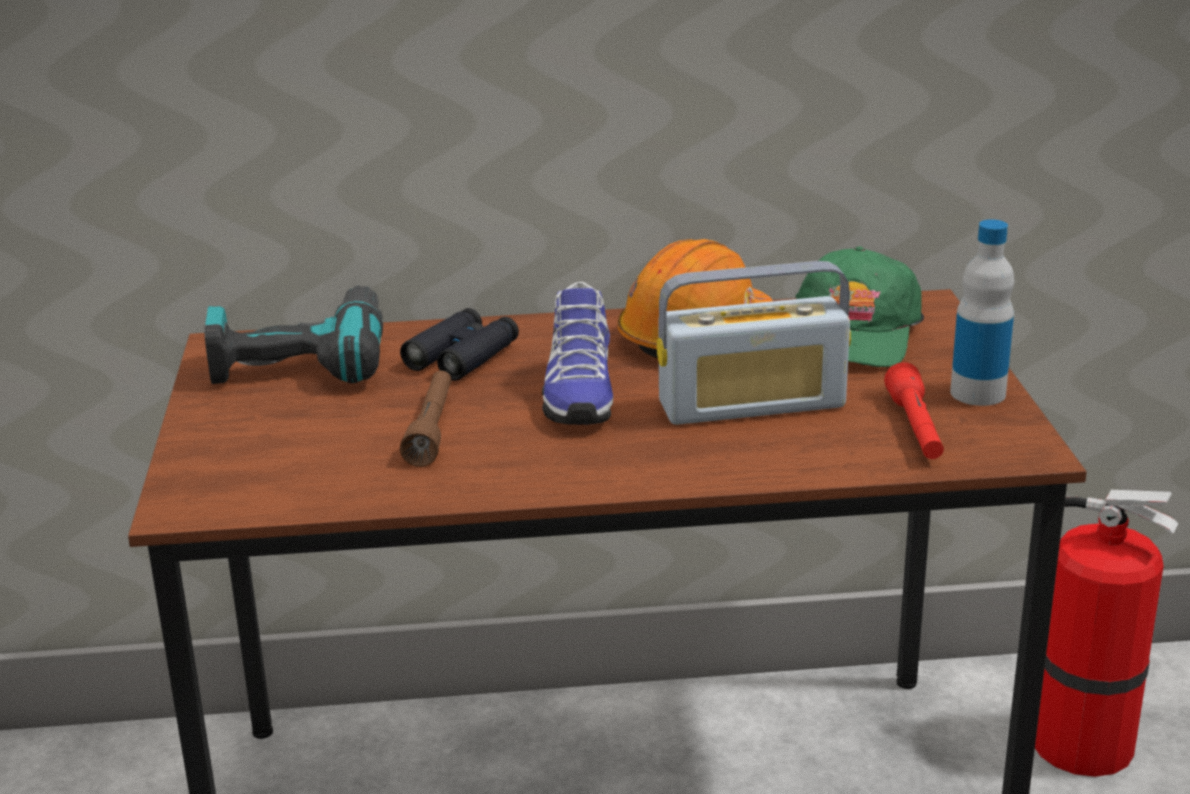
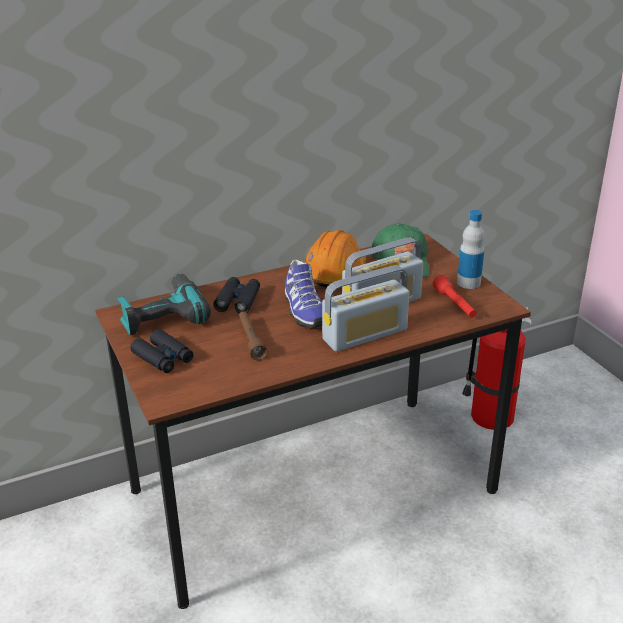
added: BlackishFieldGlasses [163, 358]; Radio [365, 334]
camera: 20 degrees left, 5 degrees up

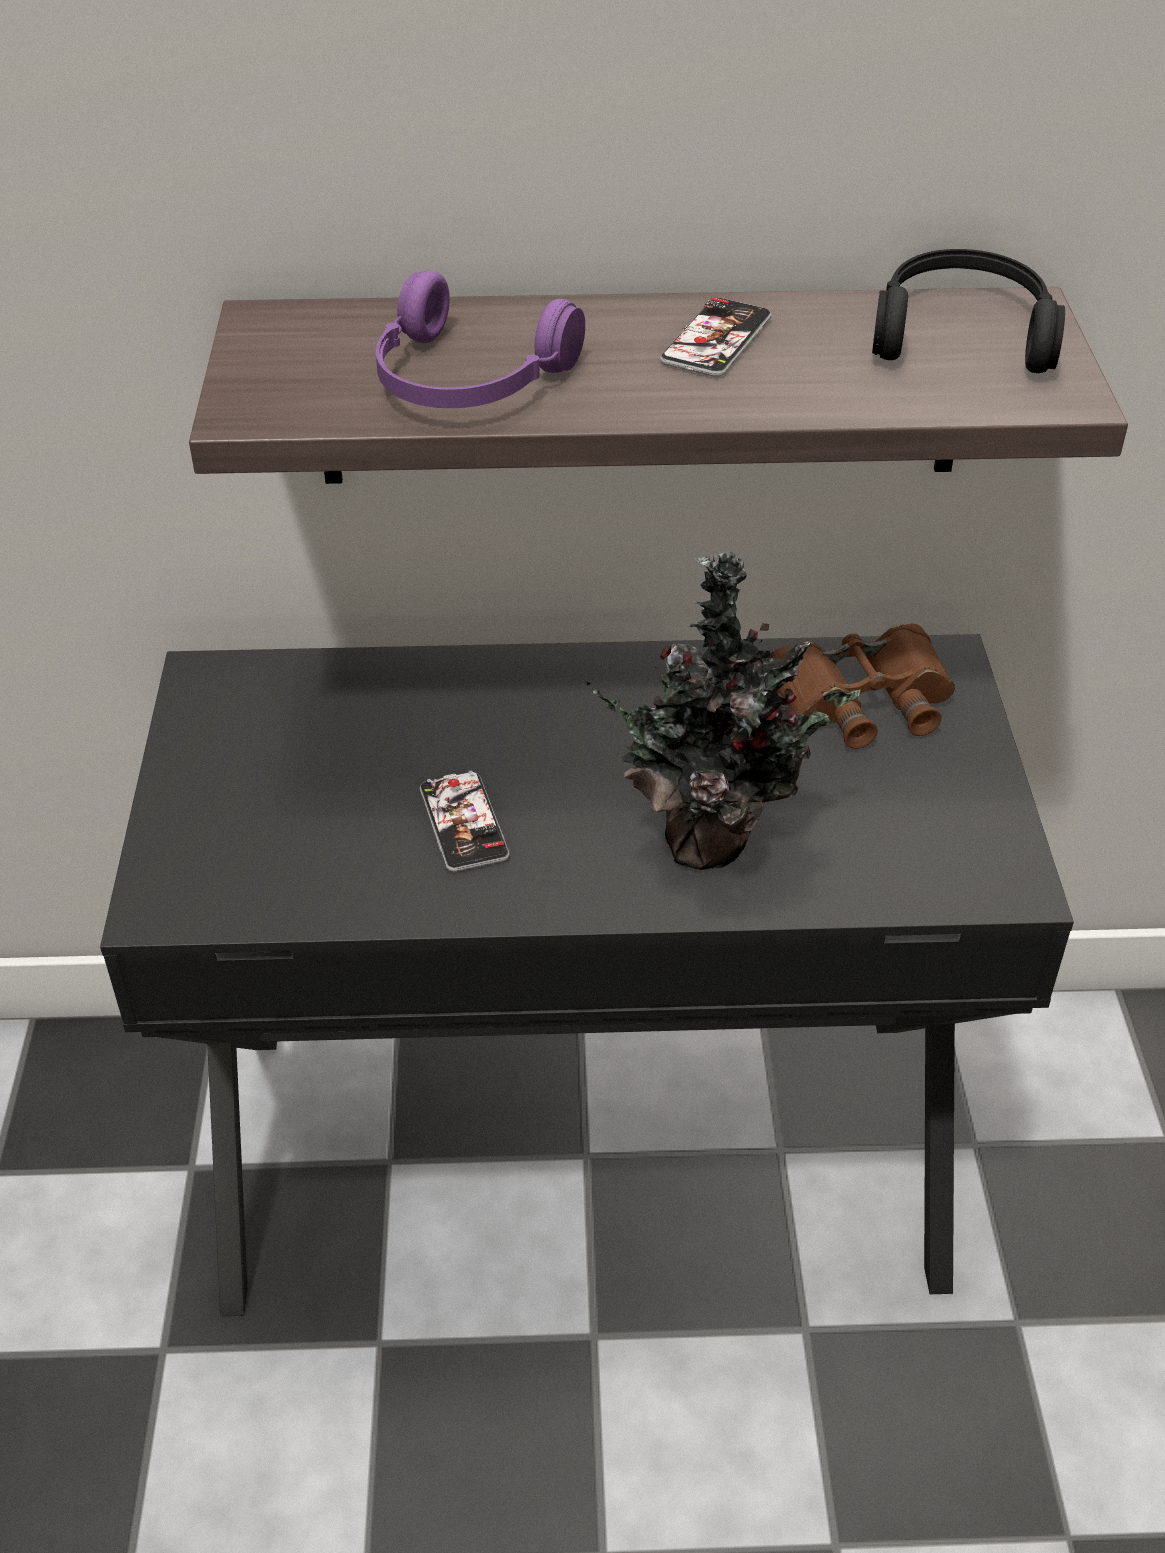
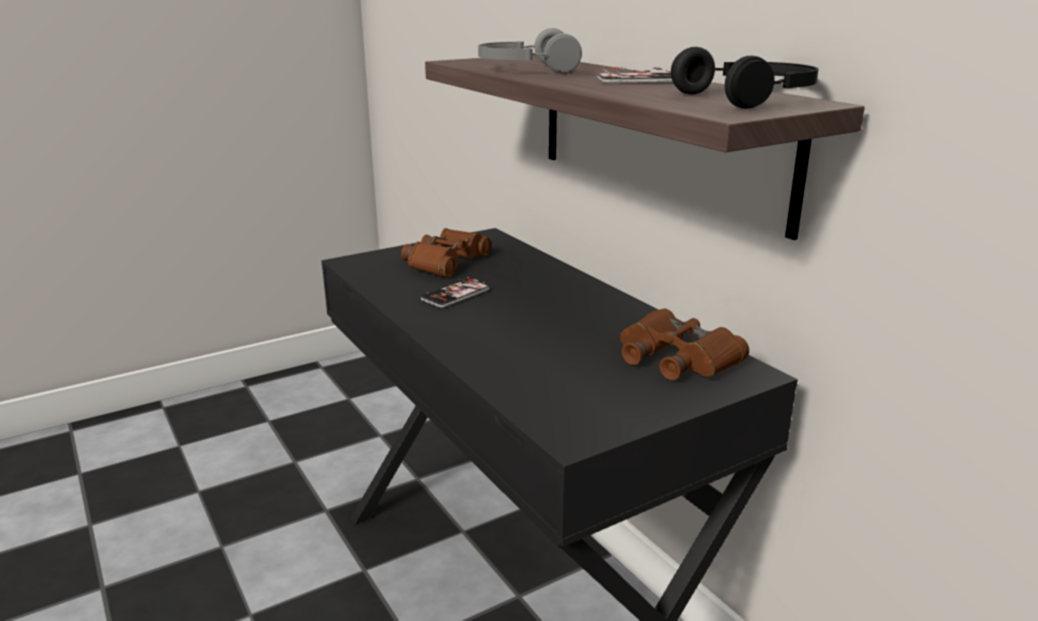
removed: Houseplant [712, 839]
added: BrownishFieldGlasses [445, 262]
recoloured: PurplishHeadset [465, 381] to GrayHeadset [527, 69]
camera: 60 degrees right, 20 degrees down

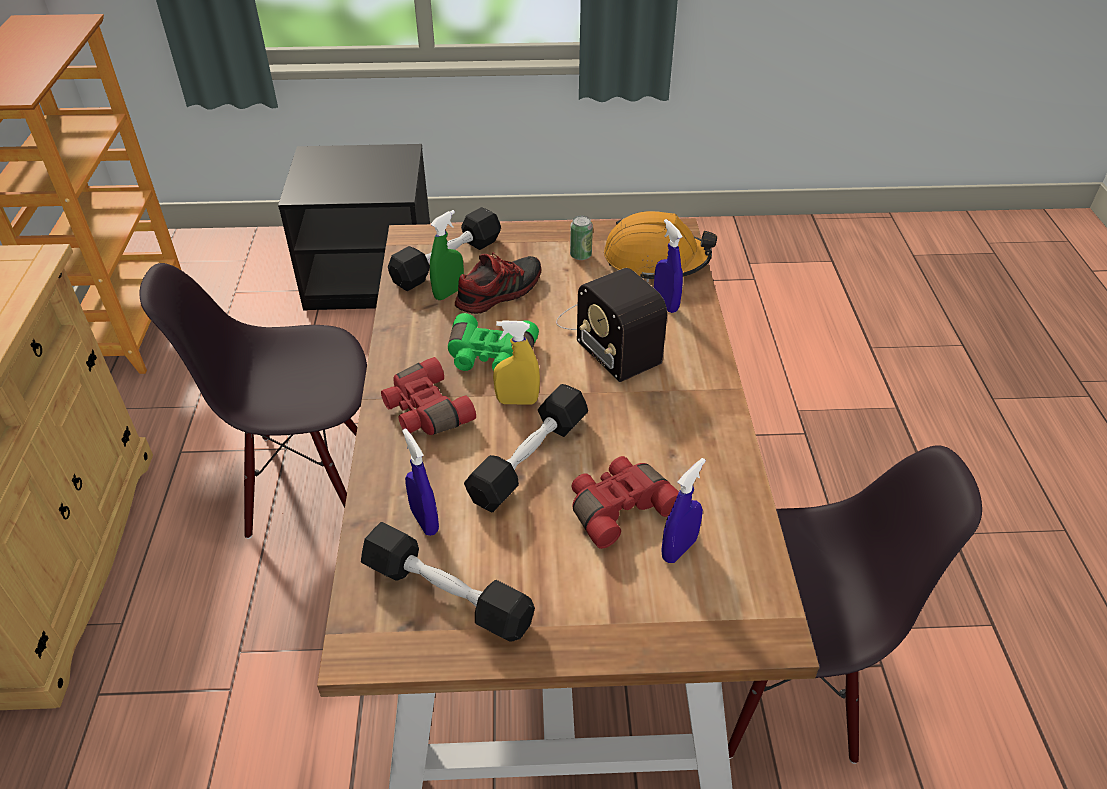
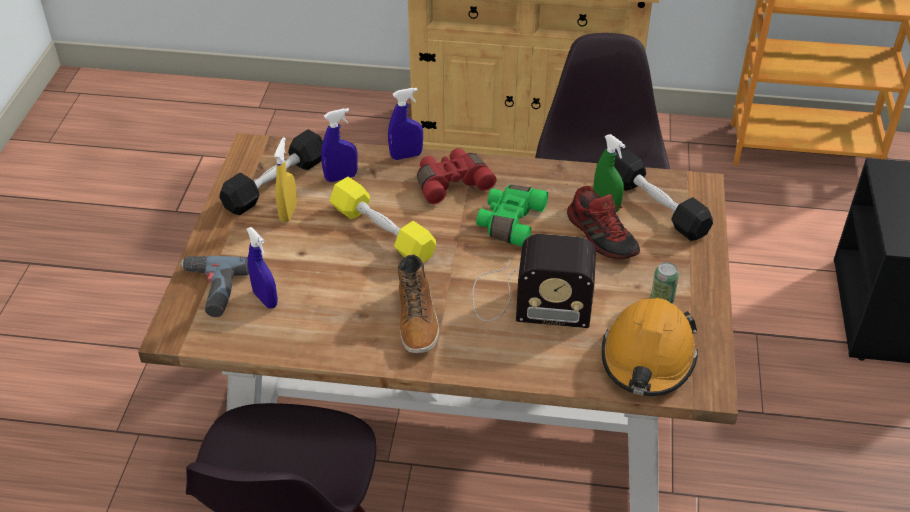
removed: RedFieldGlasses [618, 507]
added: PowerDrill [210, 290]; Boot [417, 320]
moved: YellowHandSprayer [517, 401] to [288, 213]; BluishHandSprayer [665, 304] to [406, 156]
recoloured: BlackishDumbbell [529, 459] to YellowDumbbell [382, 232]
turned: Radio [607, 334] = [527, 300] 150 degrees counterclockwise
camera: 100 degrees right, 0 degrees up

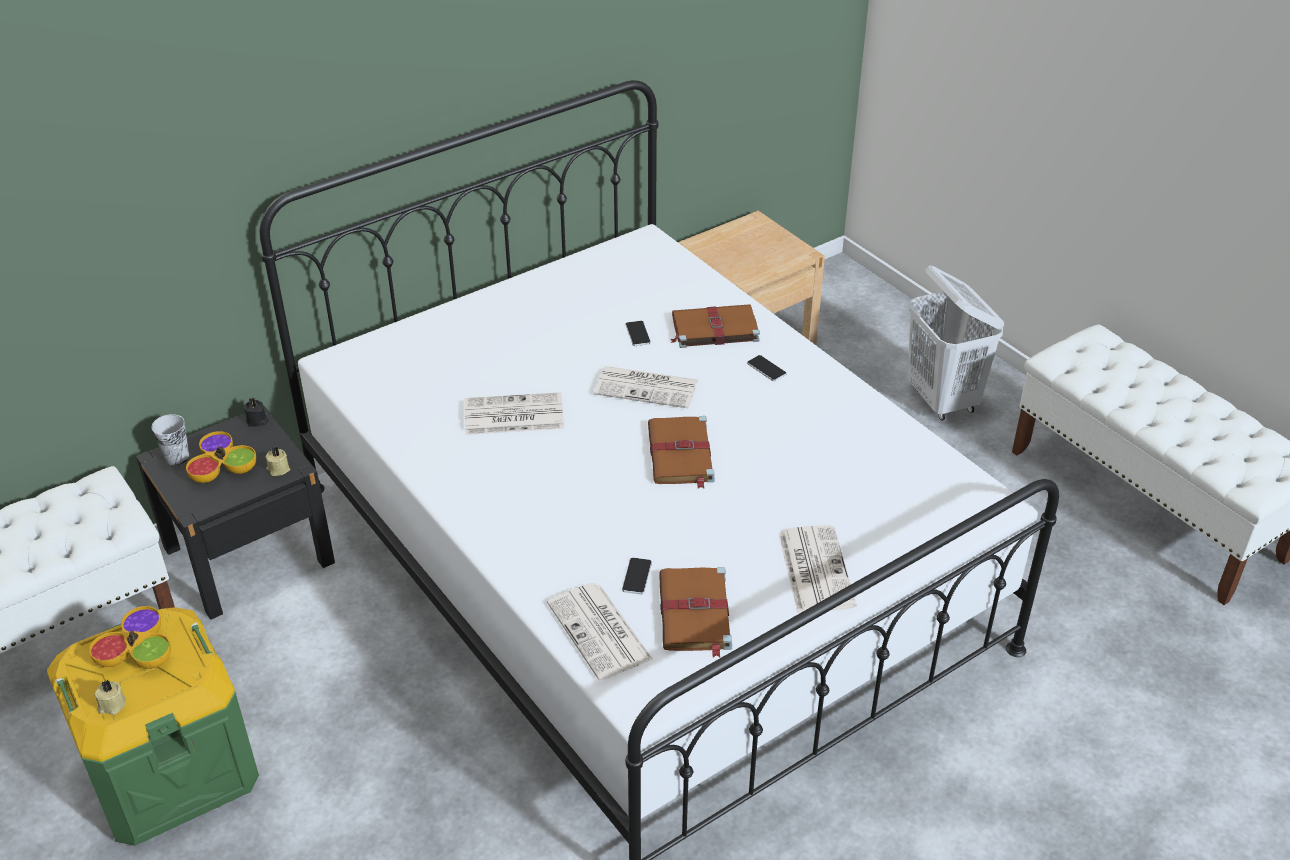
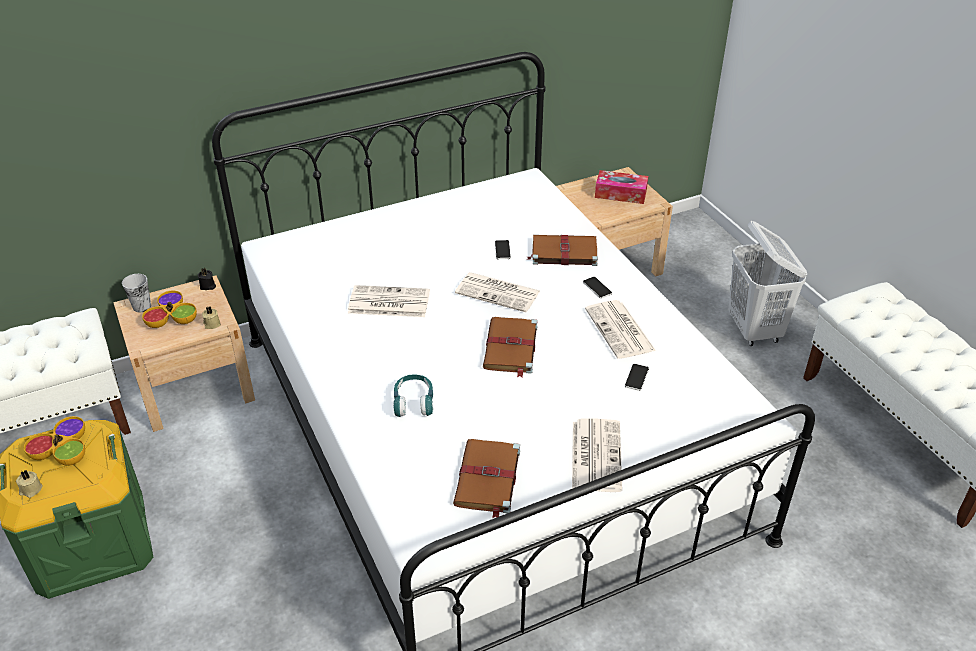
added: TurquoiseHeadset [414, 402]; TissueBox [620, 194]
moved: PrintedPaper [601, 632] to [620, 330]; Handset [637, 576] to [636, 377]
recoloured: BlackishNightTable [249, 555] to SandColouredNightTable [194, 386]
camera: 10 degrees right, 0 degrees up

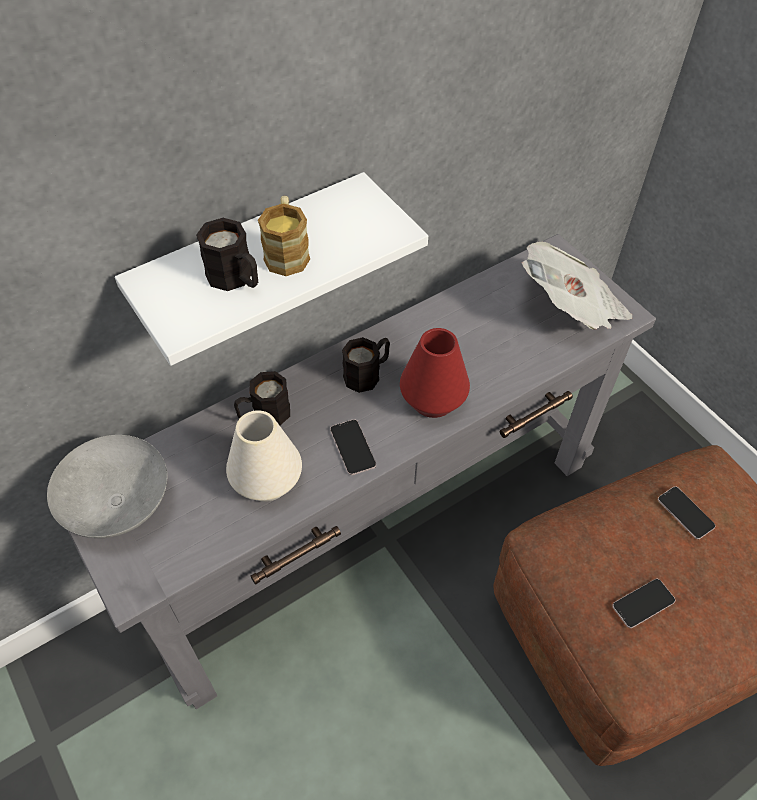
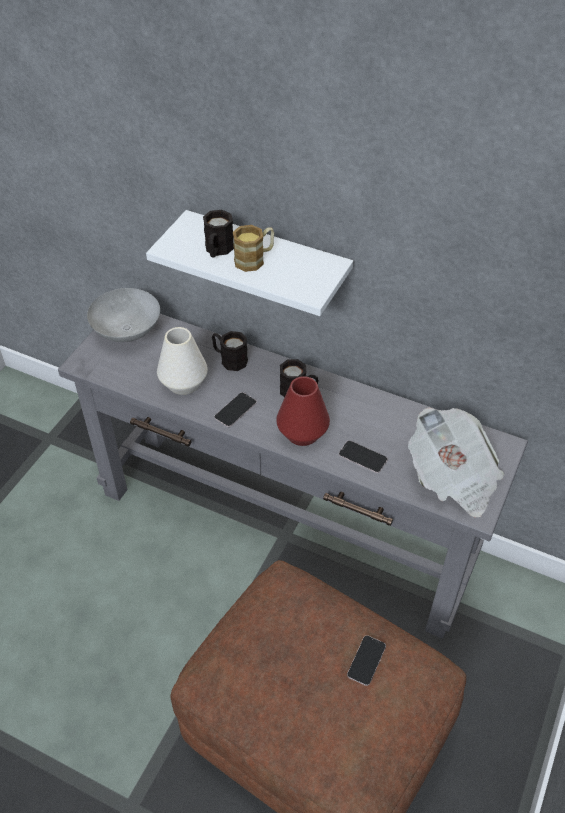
moved: Handset [643, 603] to [362, 457]
camera: 60 degrees right, 5 degrees down

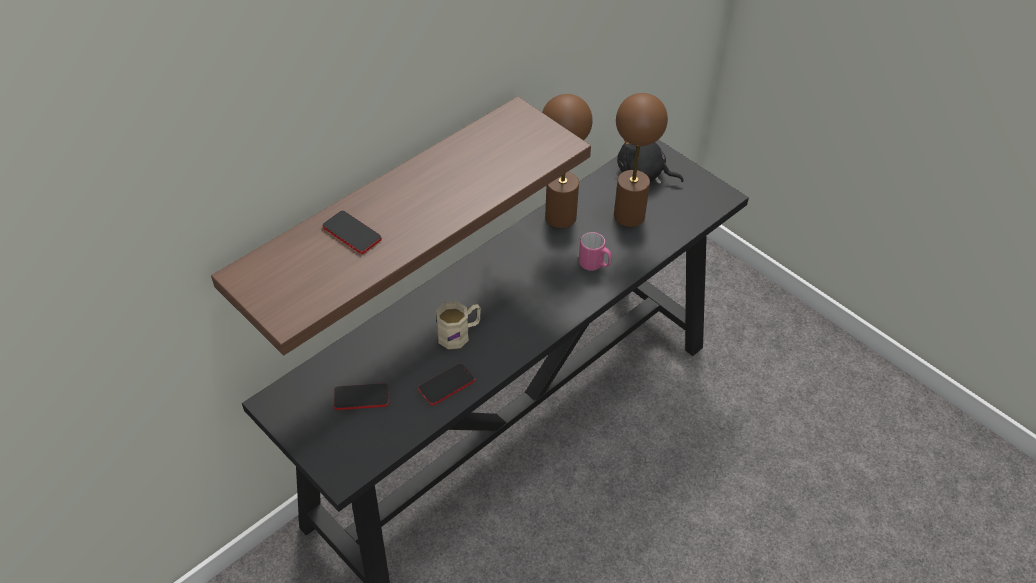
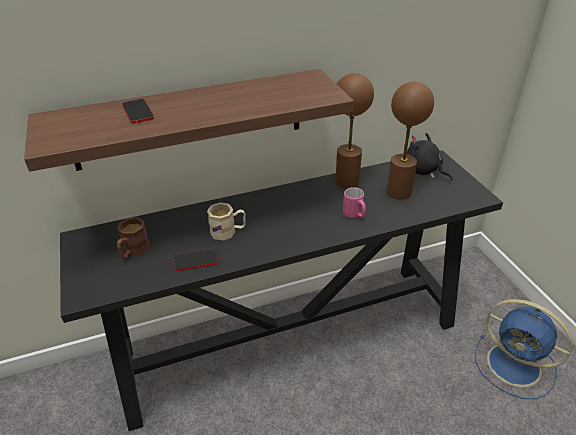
added: BluishElectricFan [516, 366]
replaced: Handset [361, 397] to BrownishTeaMug [133, 251]
camera: 25 degrees right, 10 degrees down

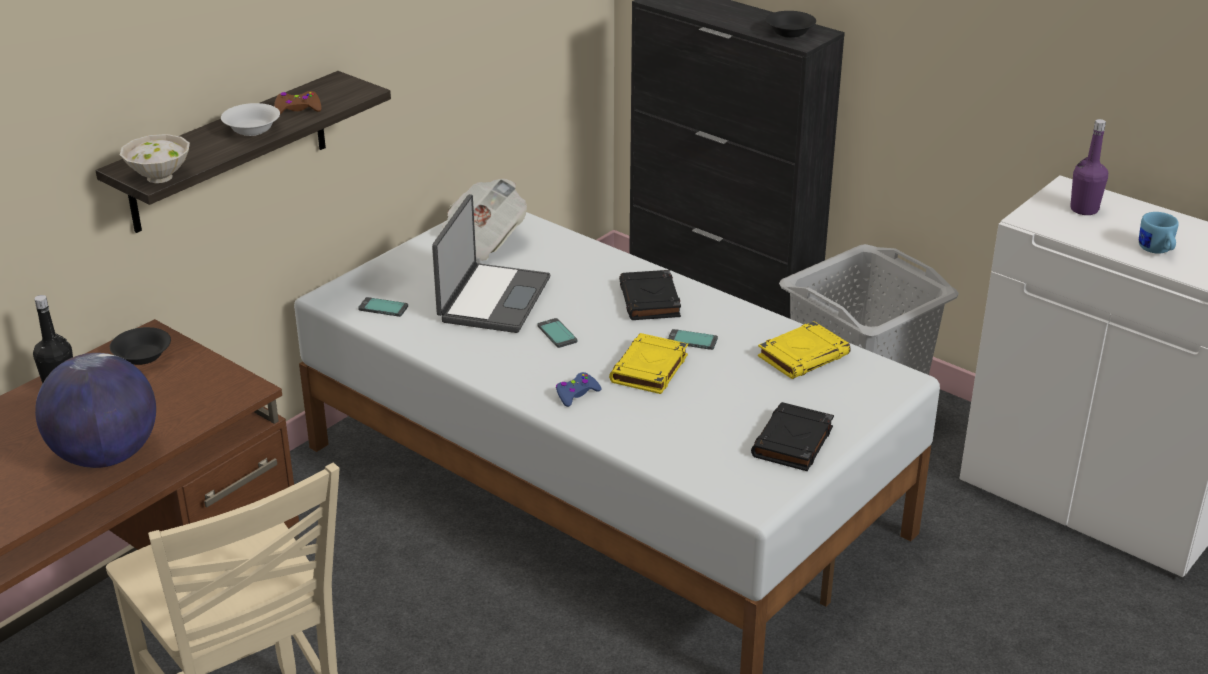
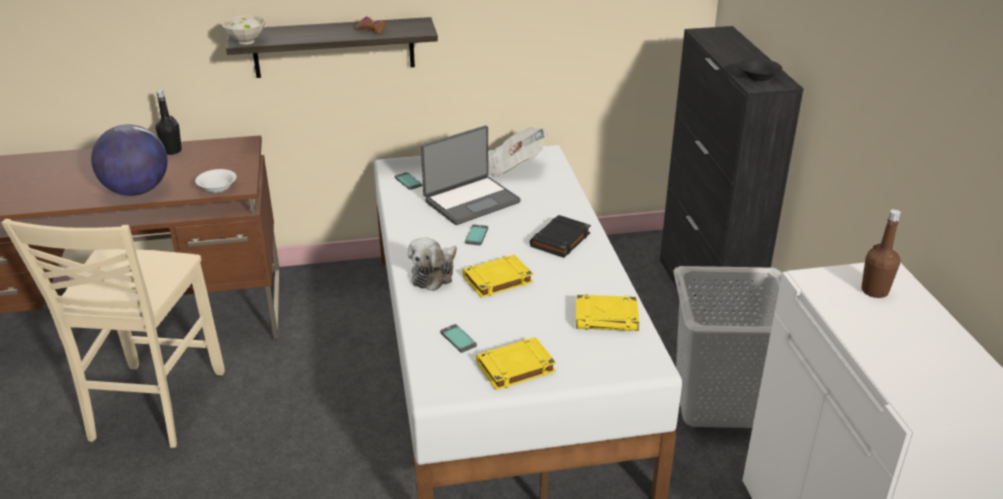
removed: BlackishDeepDish [142, 356]; BluishTeaMug [1156, 251]
moved: WhiteColouredDeepDish [251, 130] to [217, 188]; Handset [692, 341] to [458, 339]
replaced: BluishGamepad [576, 394] to PlushToy [434, 274]
recoloured: BlackishBook [792, 443] to YellowBook [515, 368]; PurplishBottle [1084, 209] to BrownishBottle [874, 291]
camera: 40 degrees right, 0 degrees up

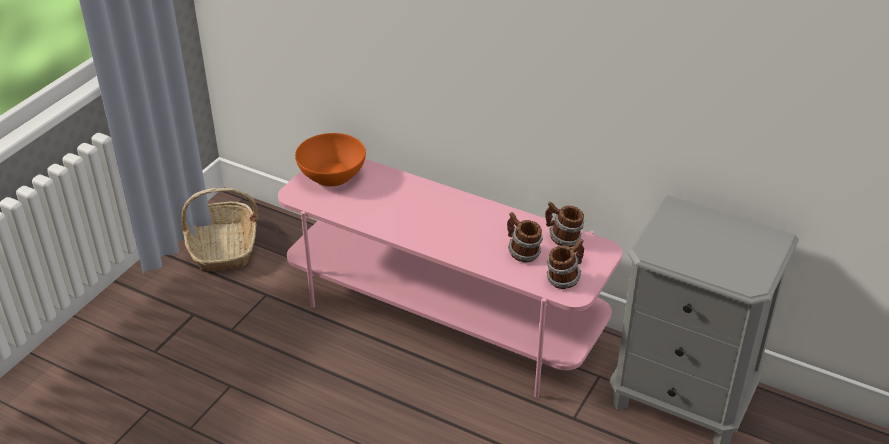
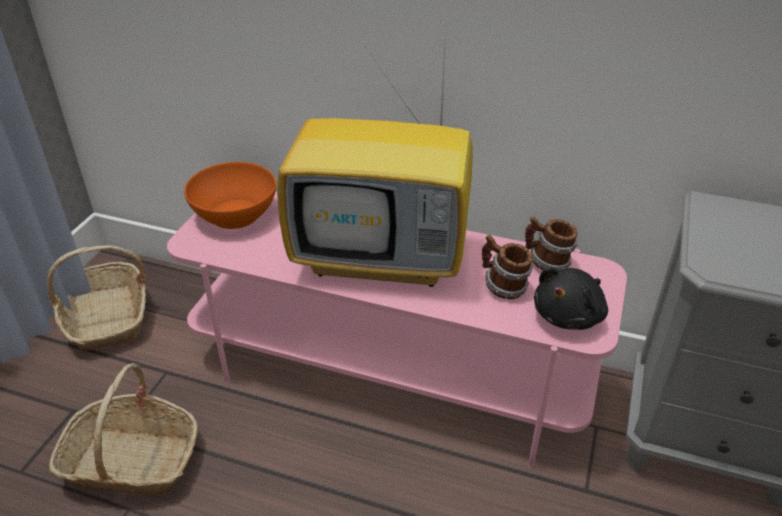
added: StorageBasket [132, 461]; Television [384, 258]
replaced: TeaMug [564, 279] to BlackishPlushToy [570, 315]
camera: 10 degrees left, 0 degrees up

